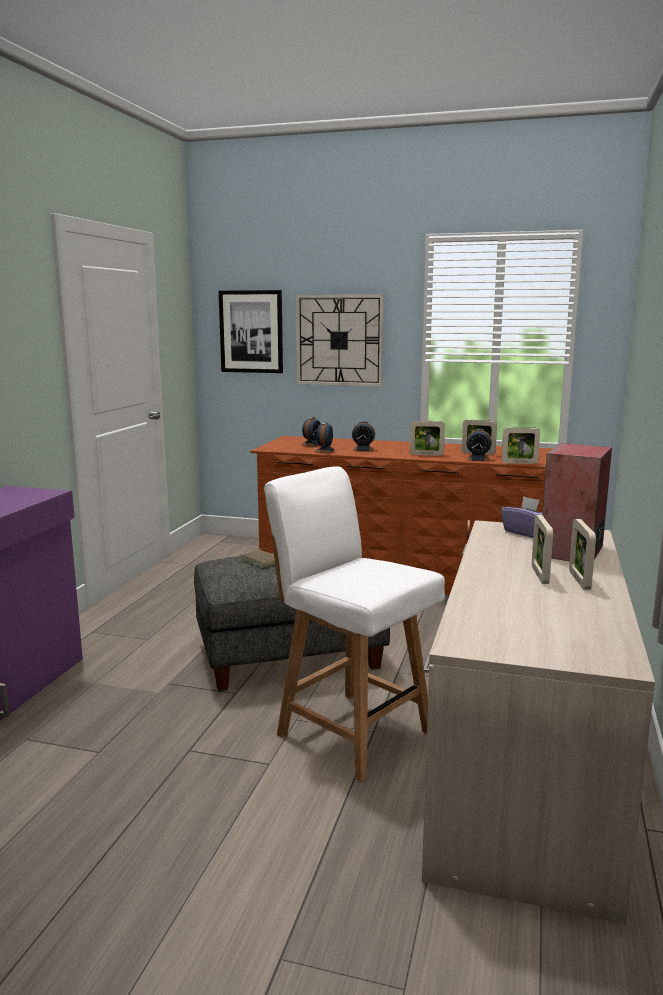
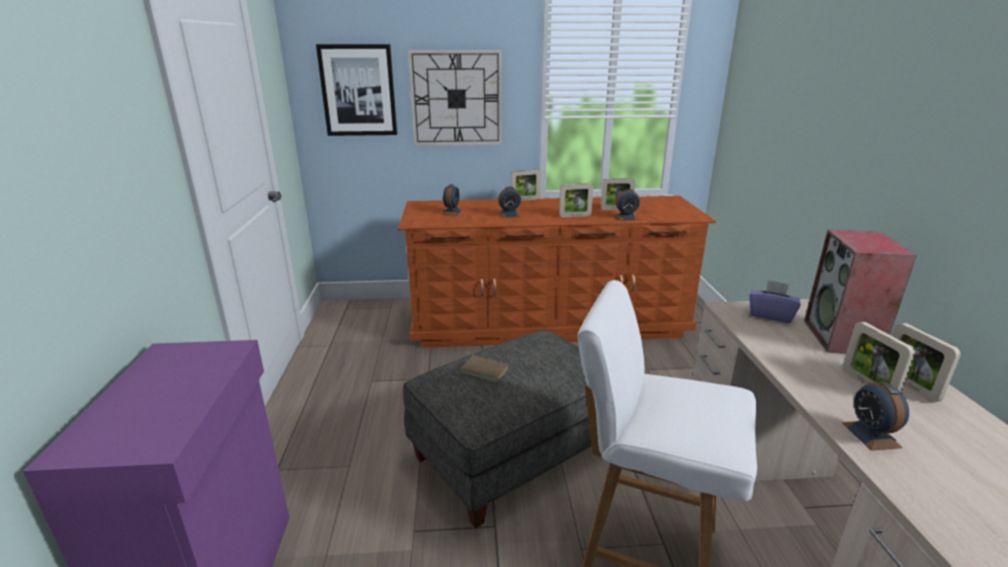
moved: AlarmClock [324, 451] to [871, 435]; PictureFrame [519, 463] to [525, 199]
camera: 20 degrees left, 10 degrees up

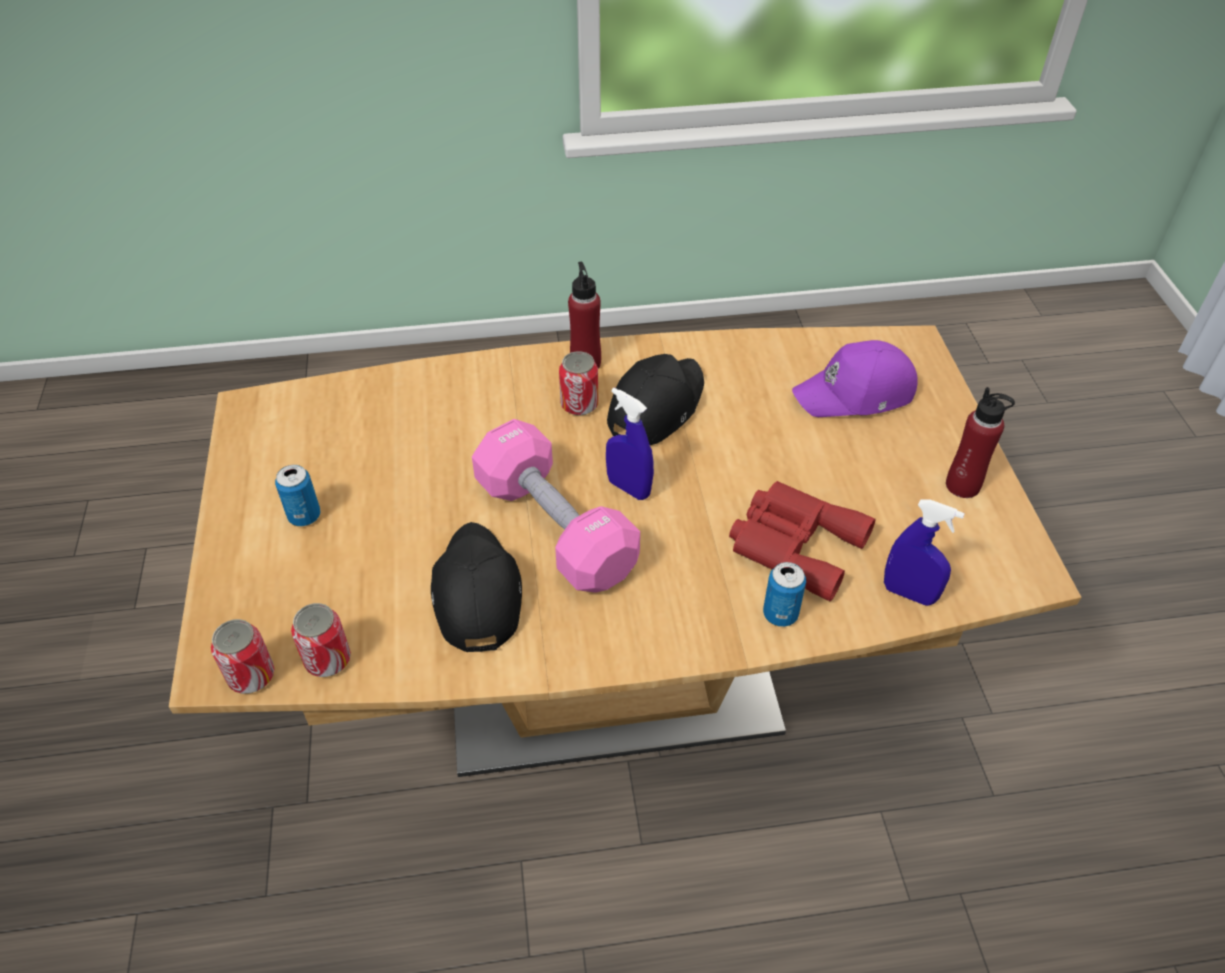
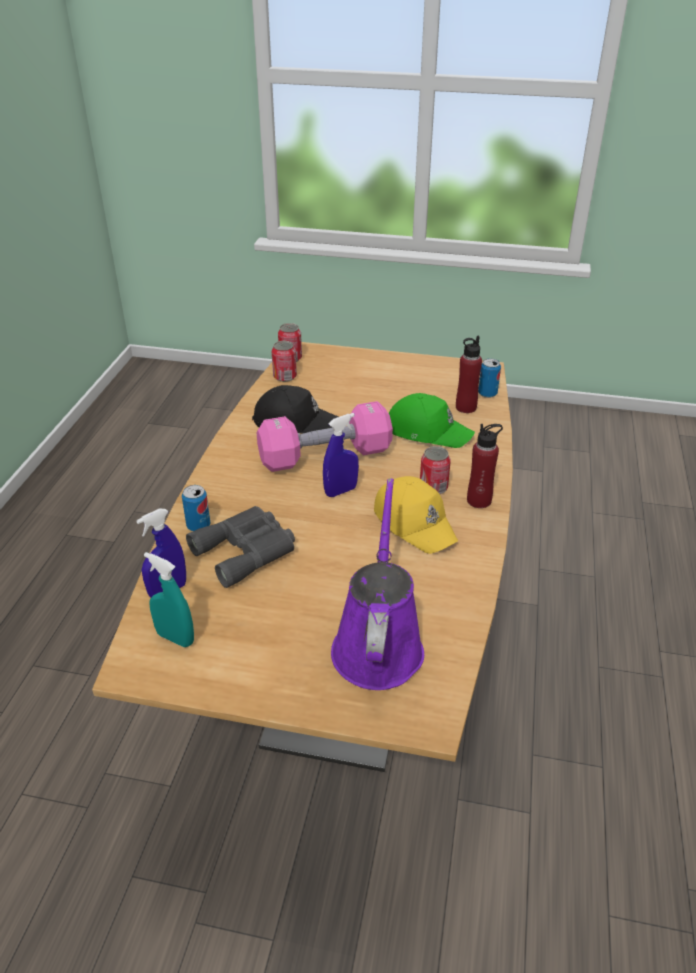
added: TurquoiseHandSprayer [175, 638]; GreenCap [427, 431]
moved: Can [304, 516] to [487, 393]; RedBottle [963, 485] to [465, 407]
replaced: PurplishCap [856, 394] to PurplishSprinklingCan [378, 644]
recoloured: BlackishCap [655, 407] to YellowCap [415, 522]; RedFieldGlasses [793, 543] to GrayFieldGlasses [247, 550]
camera: 110 degrees right, 10 degrees down

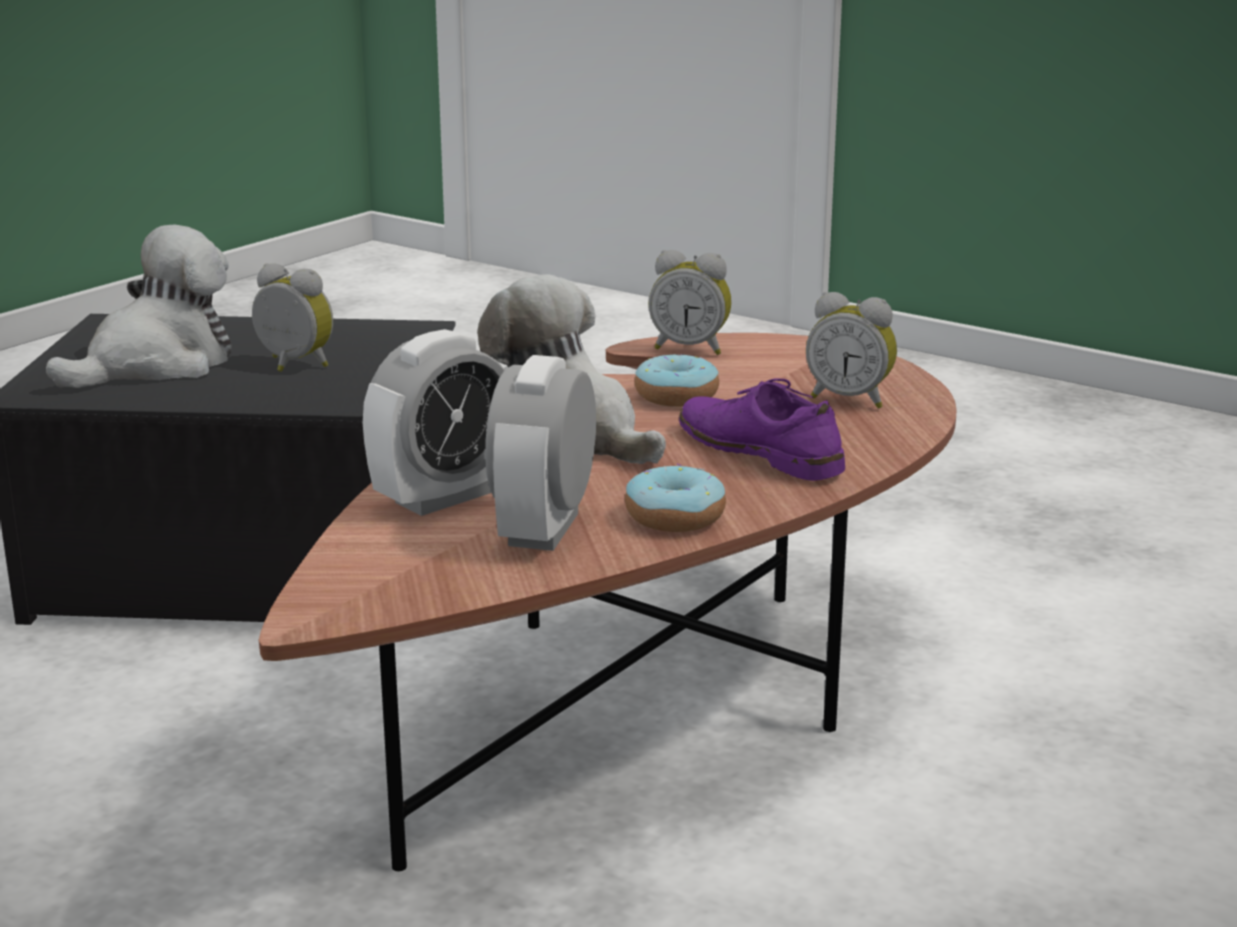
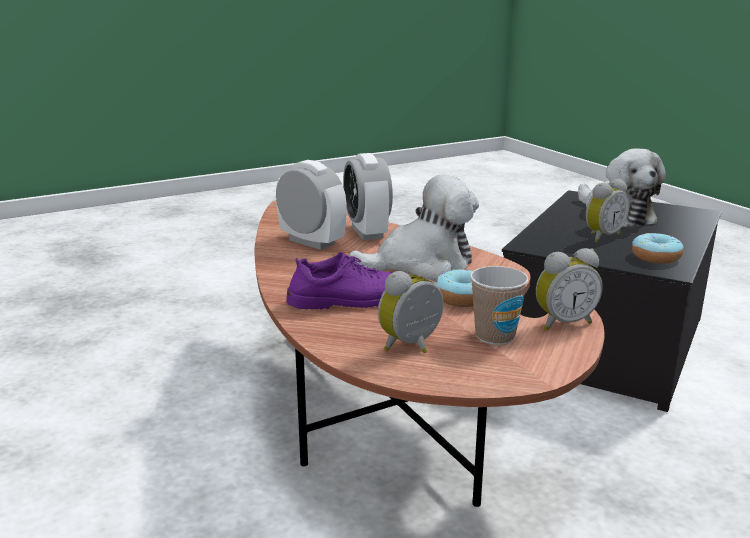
added: DrinkingCup [495, 336]
moved: RingDoughnut [675, 517] to [655, 257]
turned: AlarmClock [690, 348] = [563, 323] 150 degrees counterclockwise
camera: 115 degrees right, 0 degrees up

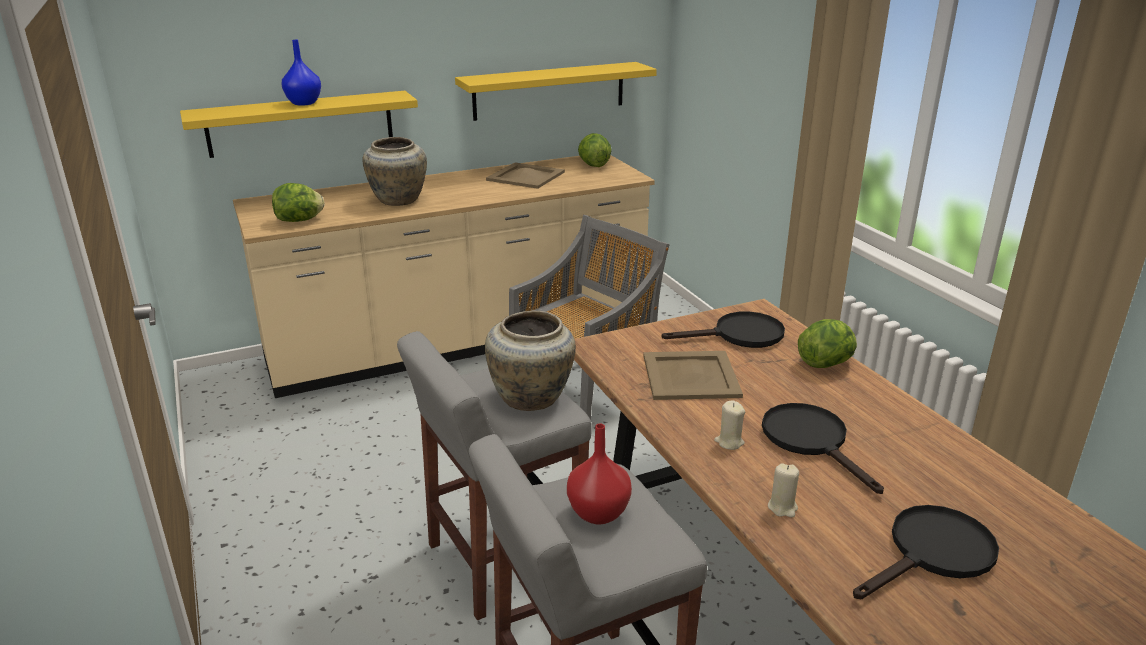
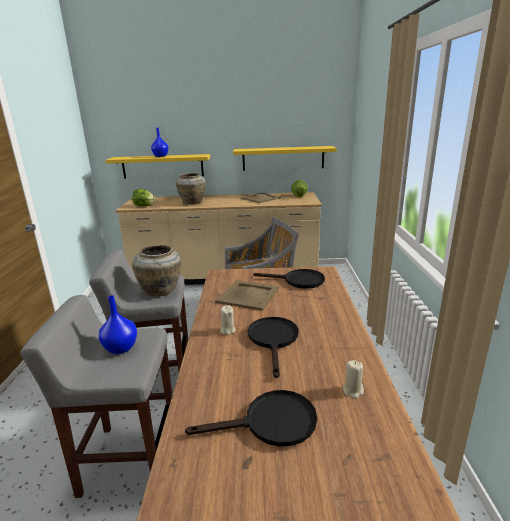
removed: Lettuce [826, 363]
moved: SandColouredWaxLight [782, 507] to [353, 391]
recoloured: RedVase [597, 512] to BluishVase [120, 348]
camera: 25 degrees right, 5 degrees down

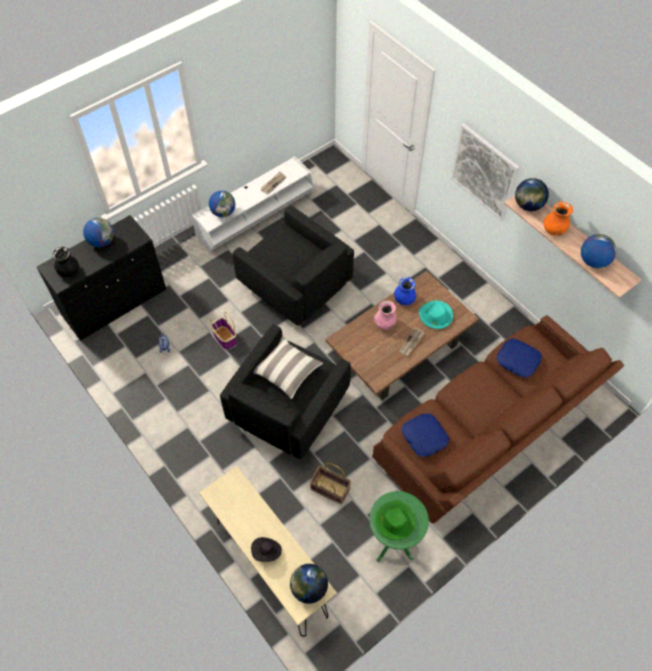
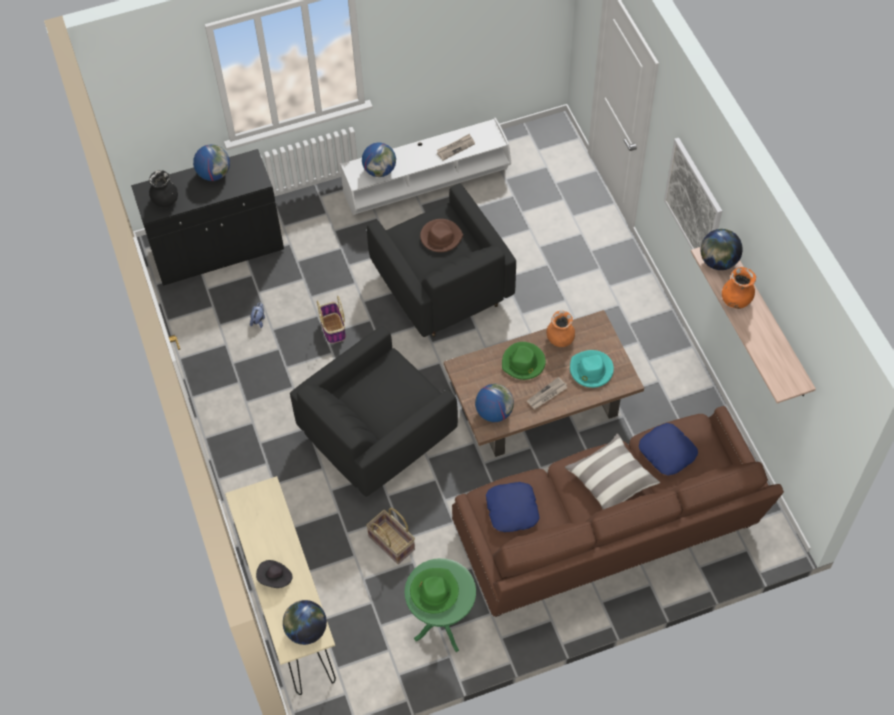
added: BrownishWearableHat [441, 237]
moved: Pillow [287, 371] to [611, 480]; Globe [593, 261] to [494, 412]
replaced: PinkVase [385, 324] to GreenWearableHat [523, 363]
recoloured: BluishVase [404, 299] to OrangeColouredVase [560, 339]
camera: 20 degrees right, 0 degrees up

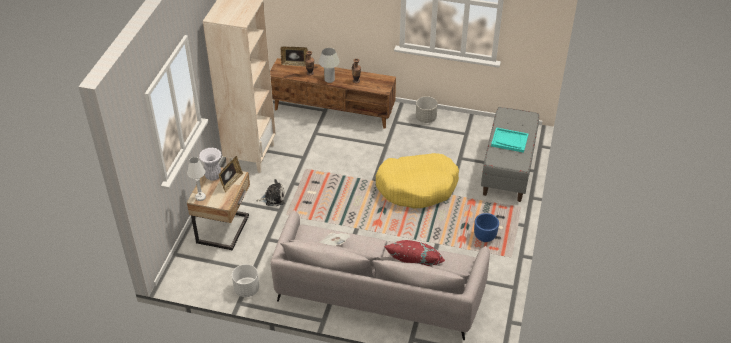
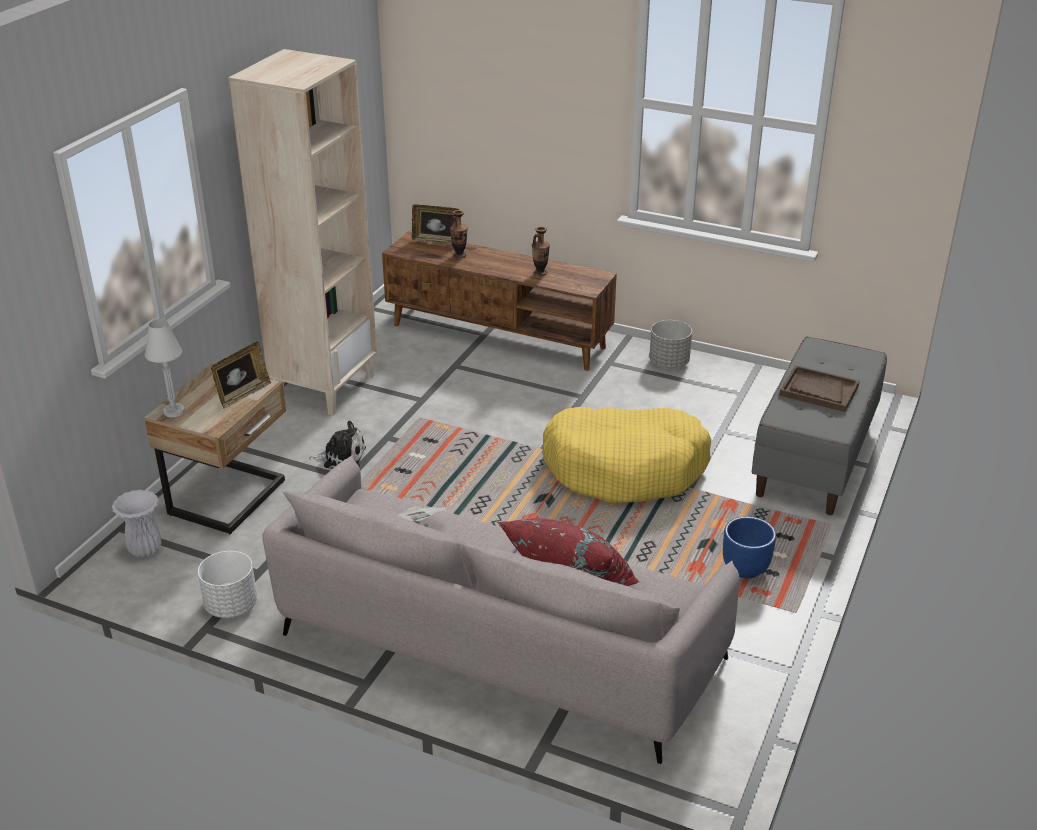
removed: WhiteColouredTabletopLamp [329, 80]
moved: WhiteColouredVase [213, 176] to [145, 550]
recoloured: TurquoiseCarryingTray [509, 141] to BrownishCarryingTray [818, 390]
camera: 10 degrees right, 10 degrees down

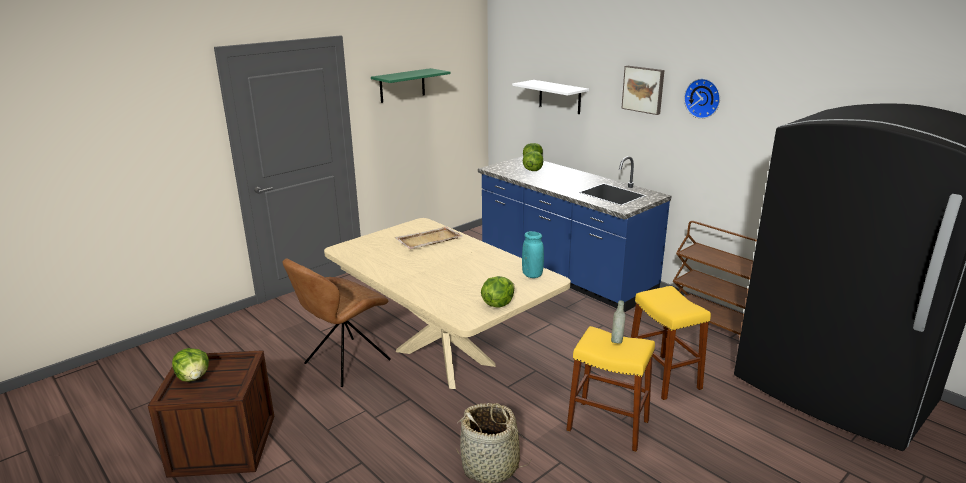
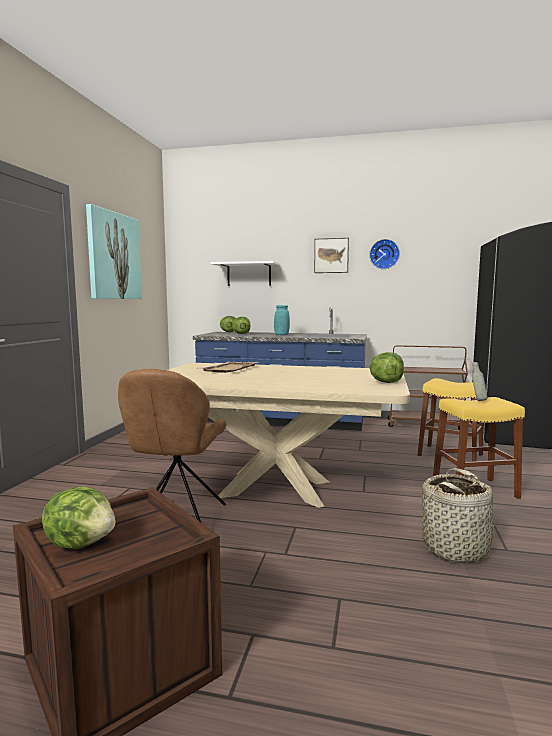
moved: TurquoiseVase [532, 275] to [281, 335]
replaced: GreenWallShelf [402, 85] to Picture [113, 256]
camera: 35 degrees left, 15 degrees down

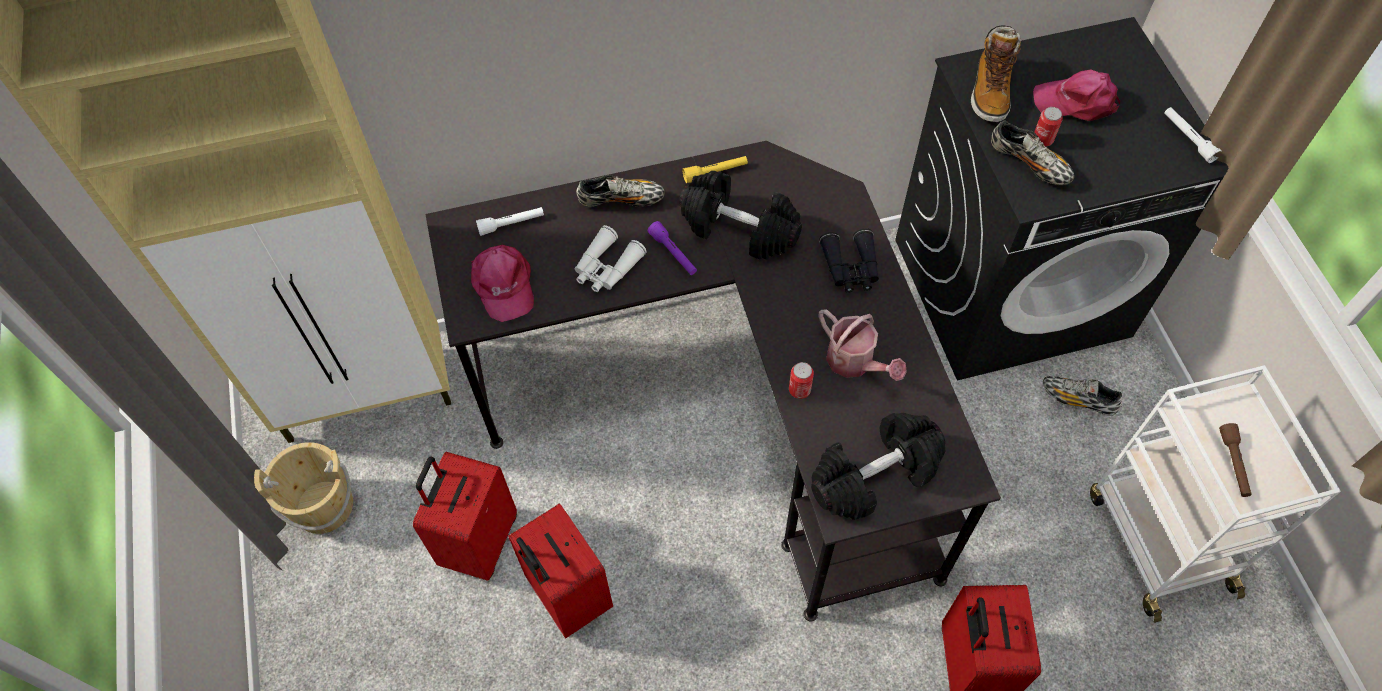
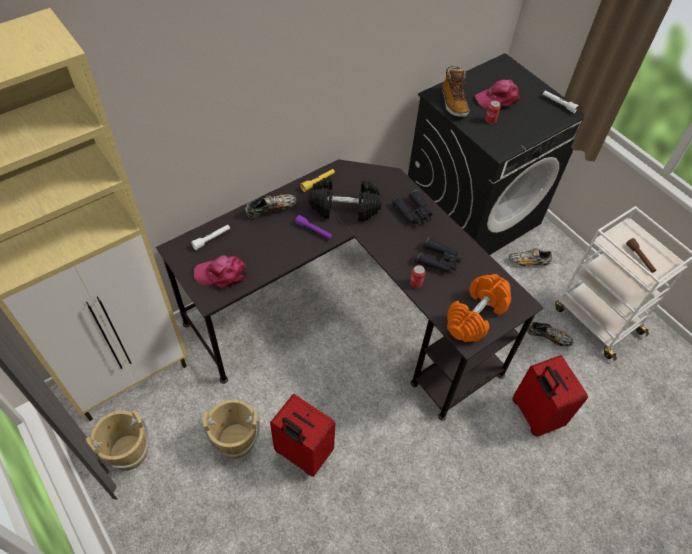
removed: WhiteColouredFieldGlasses [606, 268]
moved: Shoe [1029, 164] to [547, 337]
replaced: RedSuitcase [478, 541] to SandColouredBucket [236, 440]; SprinklingCan [855, 362] to BlackishFieldGlasses [438, 260]
recoloured: BlackishDumbbell [874, 475] to OrangeColouredDumbbell [475, 315]
turned: PinkCap [503, 285] = [222, 274] 135 degrees clockwise
camera: 25 degrees left, 5 degrees down

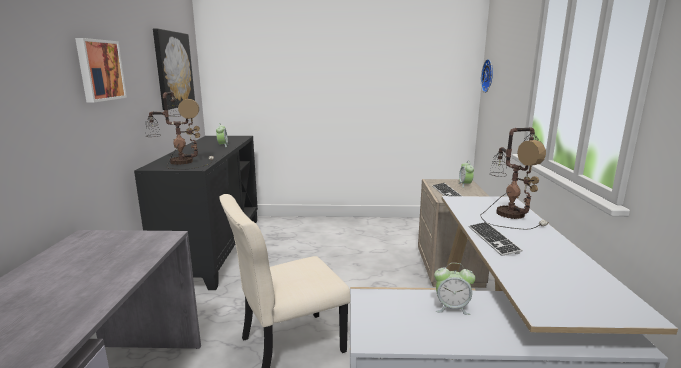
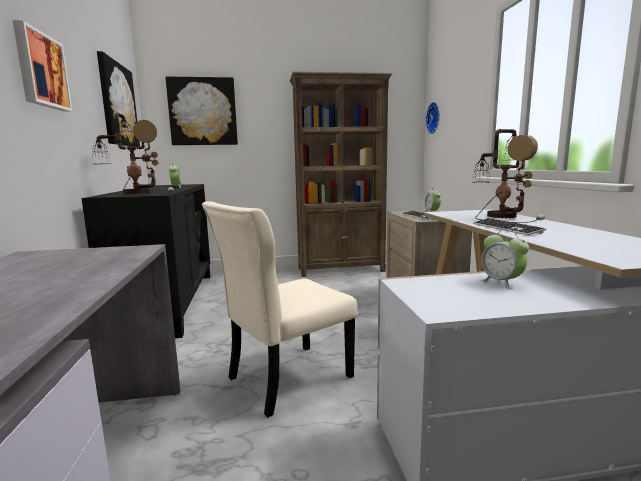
added: Picture [203, 112]; BrownishShelvingUnit [341, 269]
turned: AlarmClock [452, 308] = [501, 283] 60 degrees clockwise
camera: 10 degrees left, 5 degrees down

